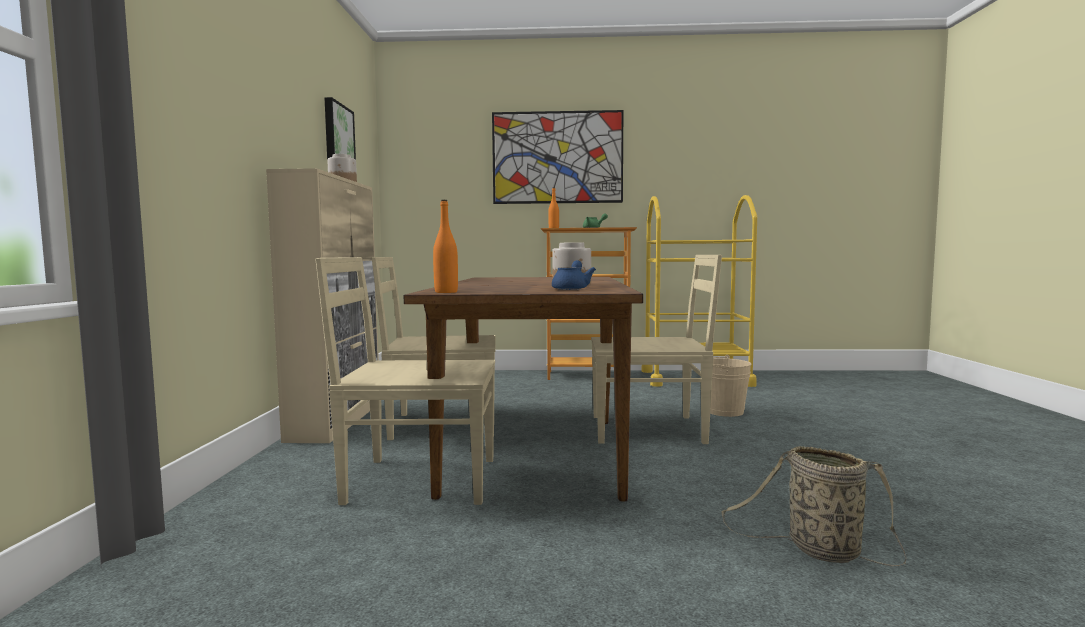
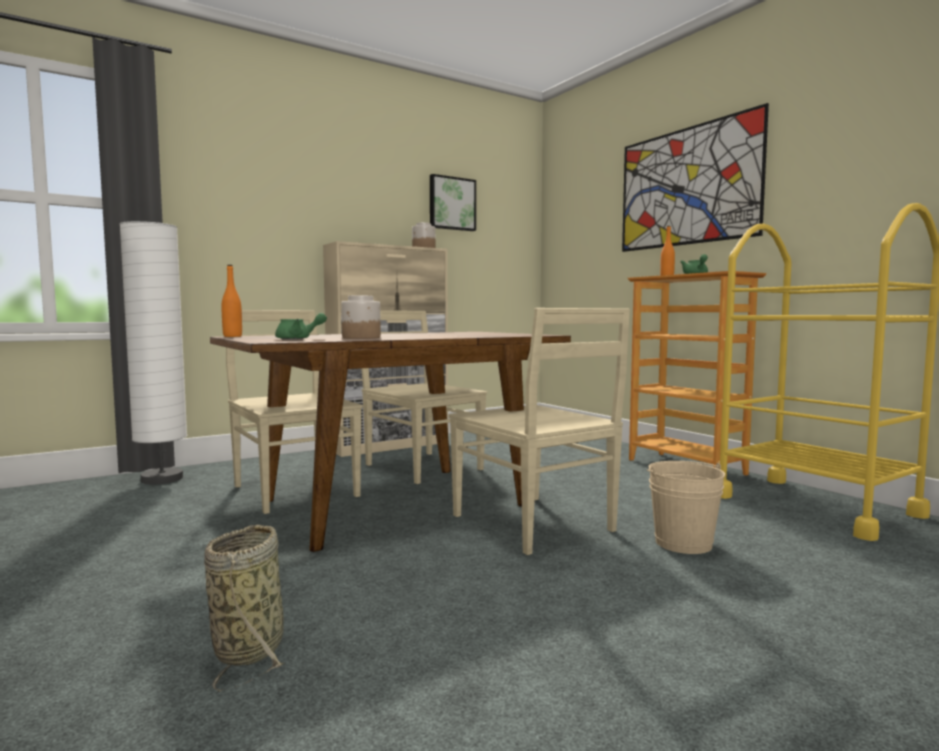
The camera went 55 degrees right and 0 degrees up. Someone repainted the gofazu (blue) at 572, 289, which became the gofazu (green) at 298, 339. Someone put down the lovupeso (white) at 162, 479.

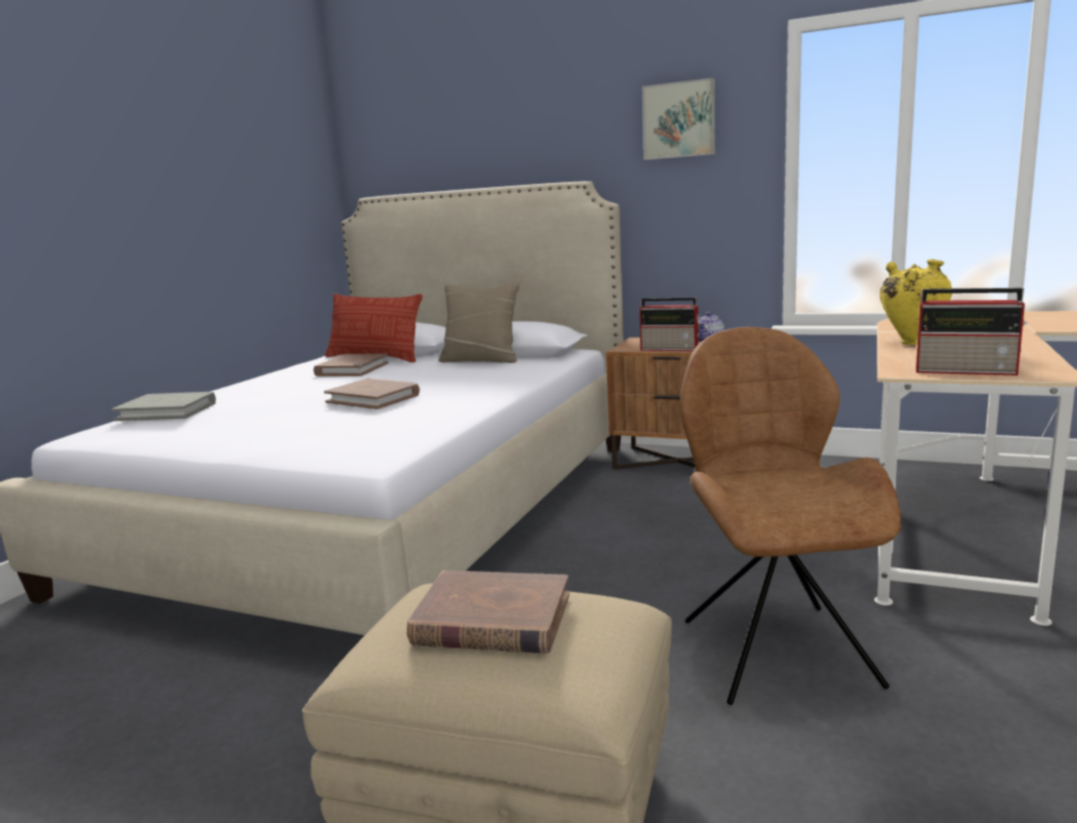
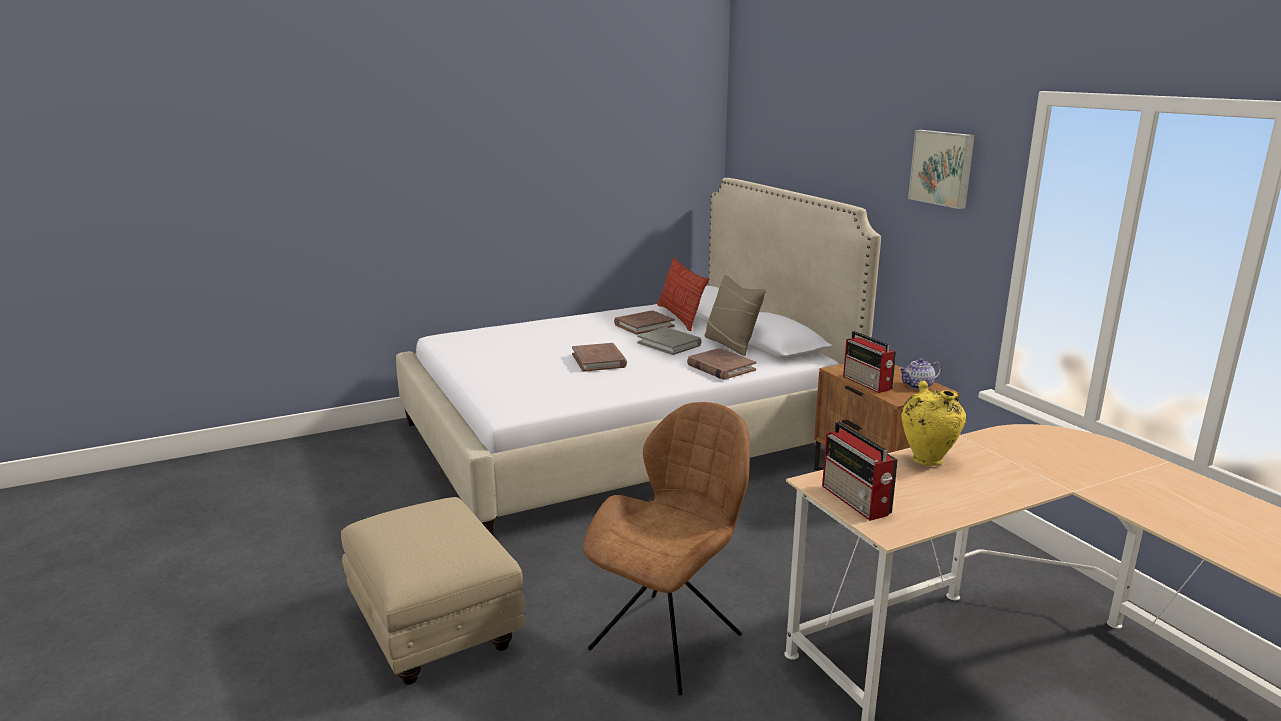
The camera went 40 degrees right and 5 degrees up. Someone carried the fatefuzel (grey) from 167, 411 to 669, 344. Someone carried the fatefuzel (brown) from 492, 619 to 720, 367.

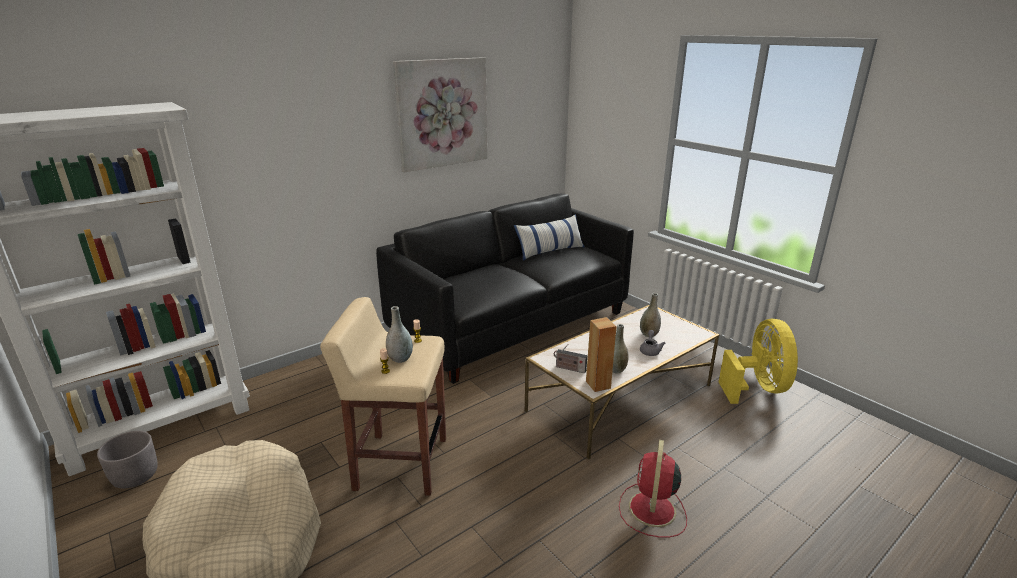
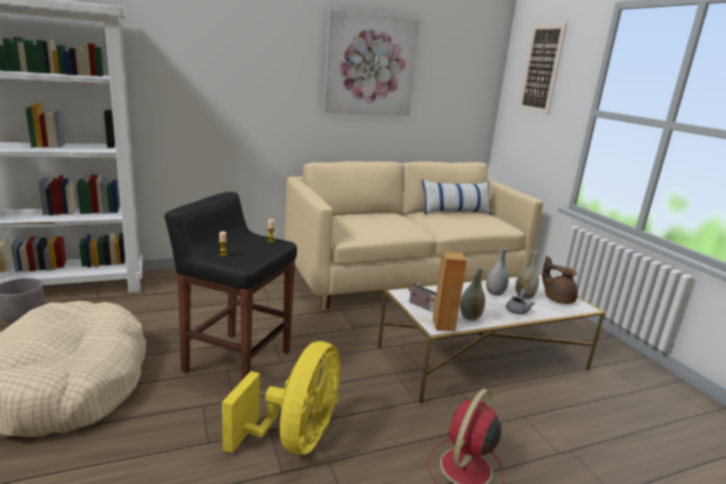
The camera went 15 degrees right and 5 degrees down. Someone repainted the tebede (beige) at 400, 463, which became the tebede (black) at 236, 360. Someone repainted the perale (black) at 511, 324, which became the perale (beige) at 404, 276. Someone carried the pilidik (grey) from 400, 359 to 495, 293. Someone carried the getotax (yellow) from 757, 388 to 295, 439. Someone put up the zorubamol at 541, 68. Someone put down the gofazu (brown) at 557, 299.

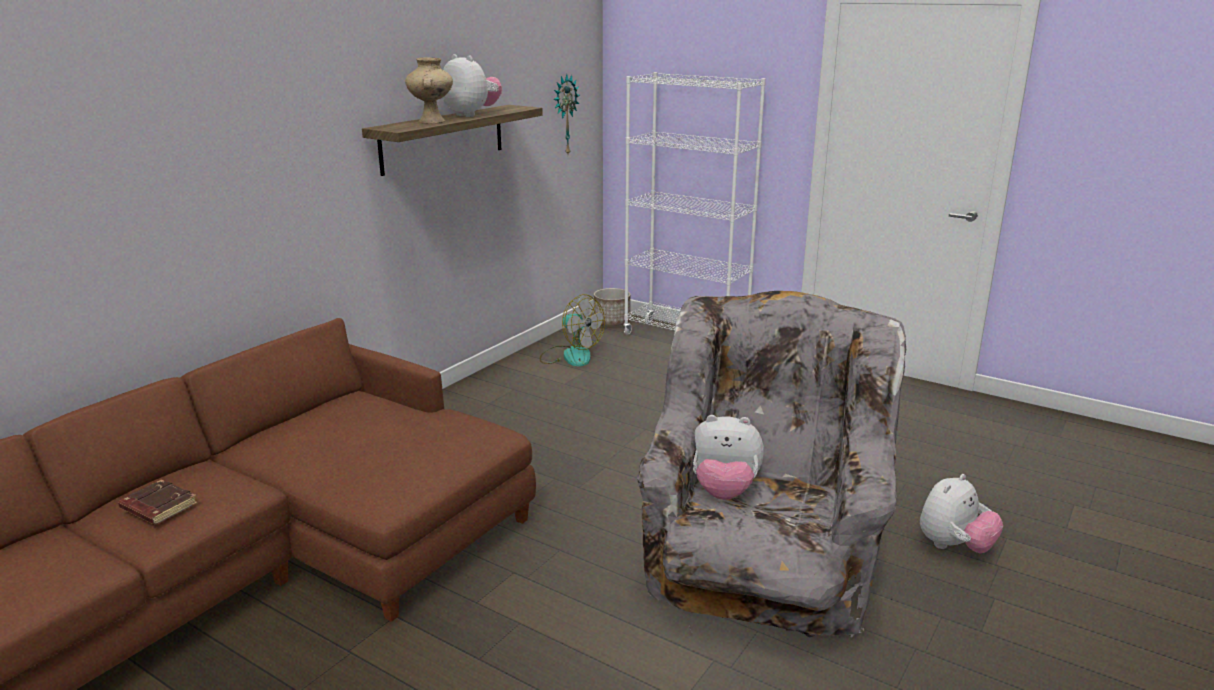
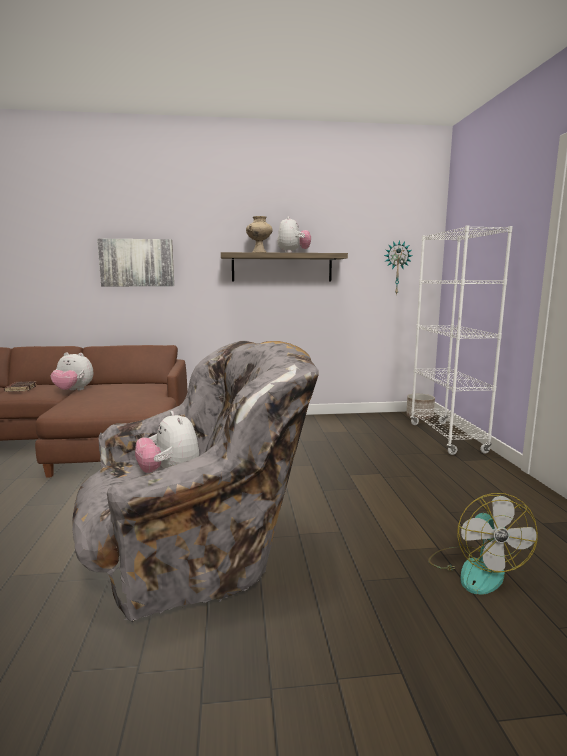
The camera went 50 degrees right and 10 degrees down. Someone carried the getotax from 570, 355 to 475, 569. Someone carried the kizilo from 954, 547 to 73, 391. Someone put up the zorubamol at 137, 263.

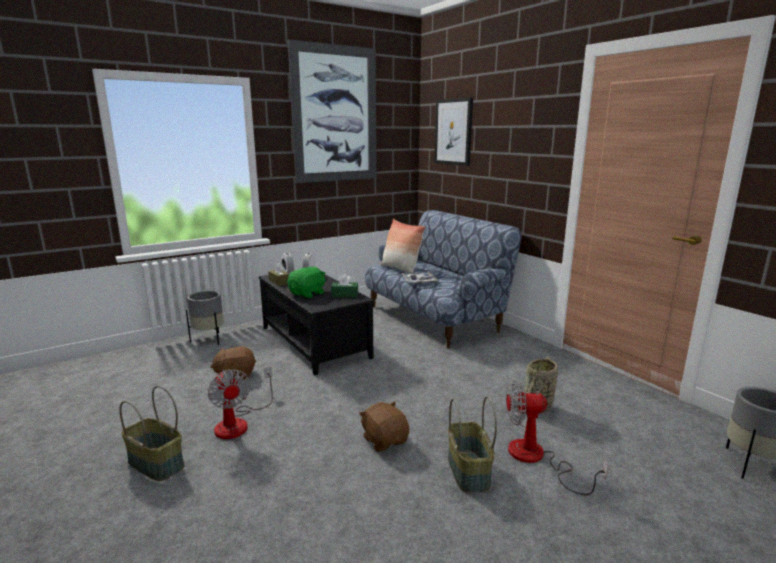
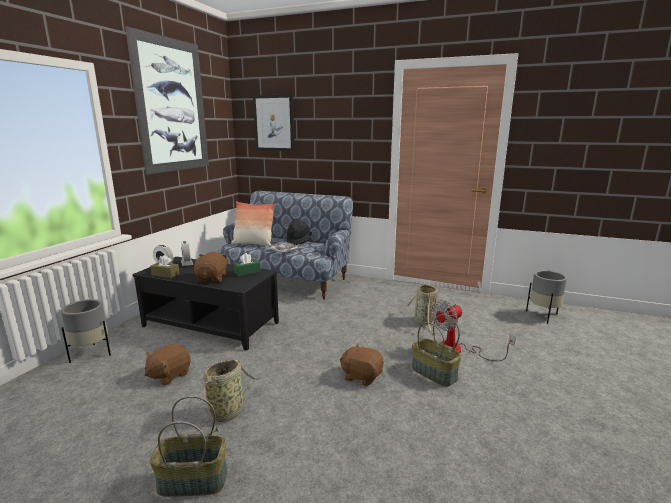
The camera went 35 degrees left and 0 degrees up. Someone swapped the getotax at 239, 422 for the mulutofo at 228, 412. Someone repainted the kizilo (green) at 308, 294, which became the kizilo (brown) at 212, 278. Someone put down the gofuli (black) at 298, 241.

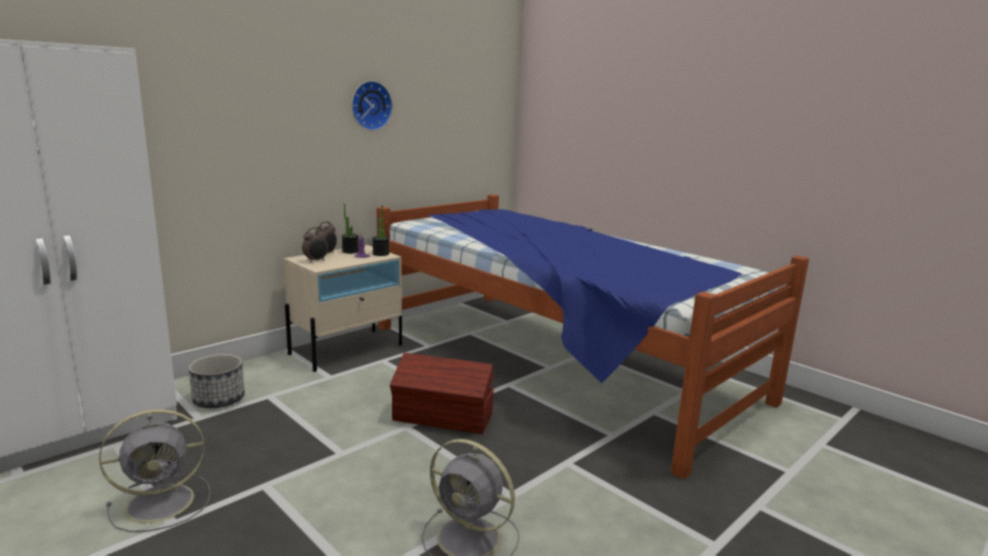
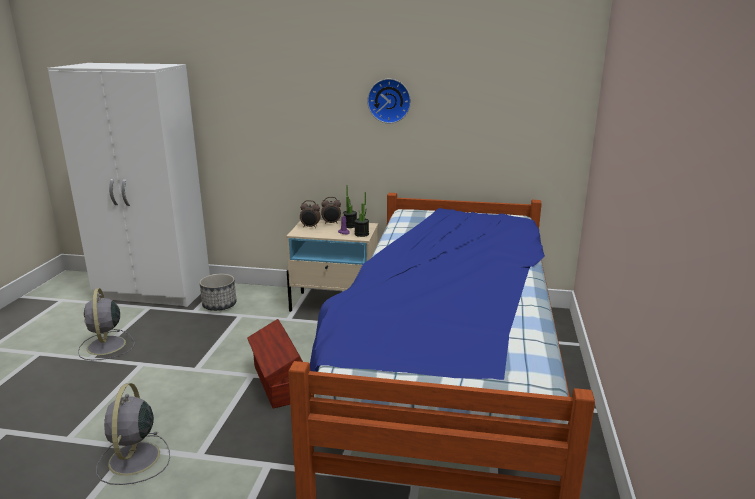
The camera went 55 degrees right and 5 degrees up. Someone rotated the getotax (grey) at 163, 502 by 45 degrees clockwise.

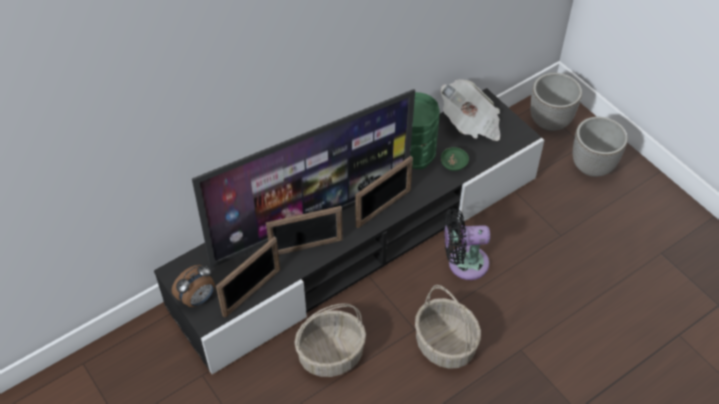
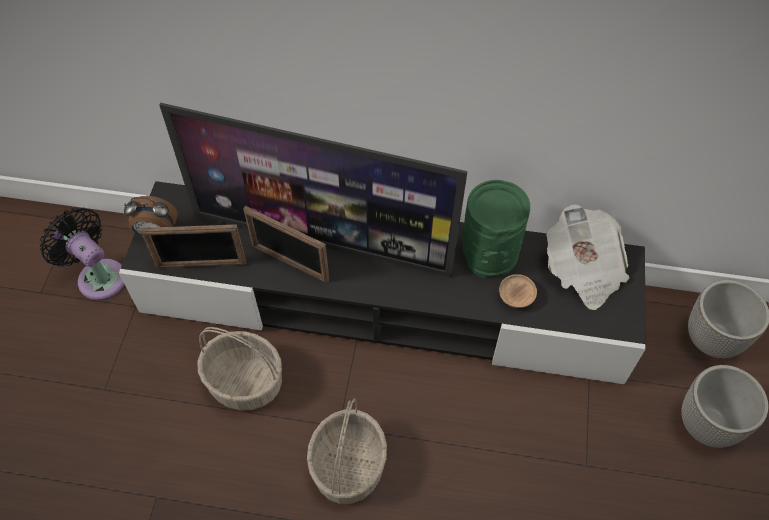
The camera went 45 degrees right and 5 degrees up. Someone took away the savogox at 383, 208. Someone repainted the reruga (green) at 453, 164, which became the reruga (brown) at 516, 297. Someone carried the getotax (black) from 463, 263 to 98, 276.

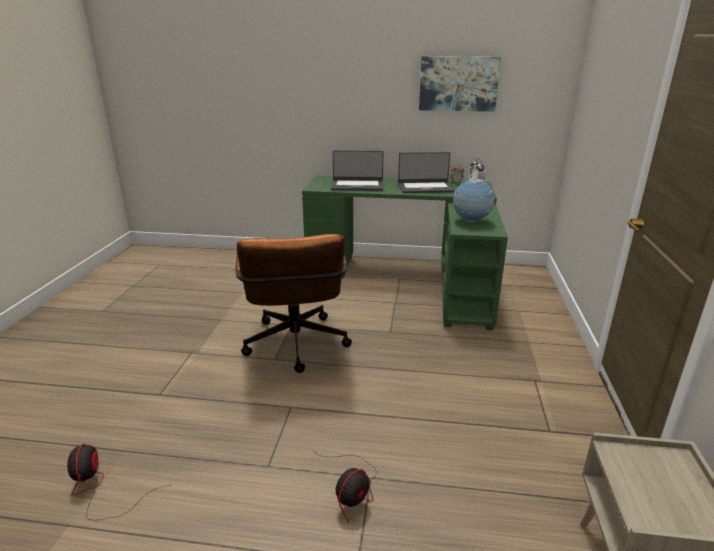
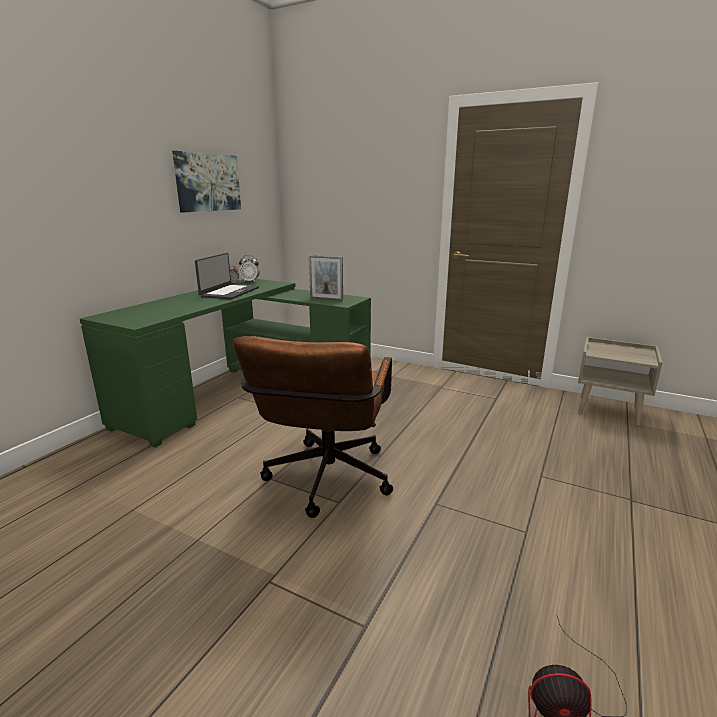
The camera went 70 degrees left and 5 degrees down. Someone rotated the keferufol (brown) at 296, 348 by 90 degrees clockwise. Someone took away the getotax at 351, 490. Someone took away the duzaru at 357, 185. Someone swapped the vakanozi at 471, 221 for the savogox at 326, 299.

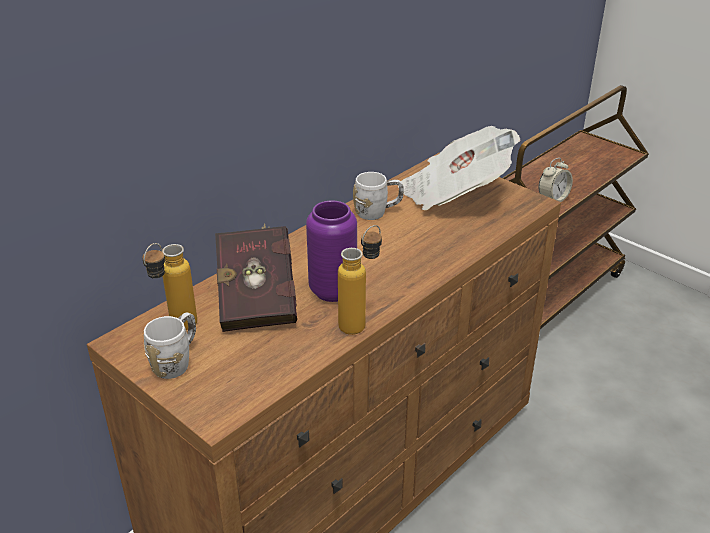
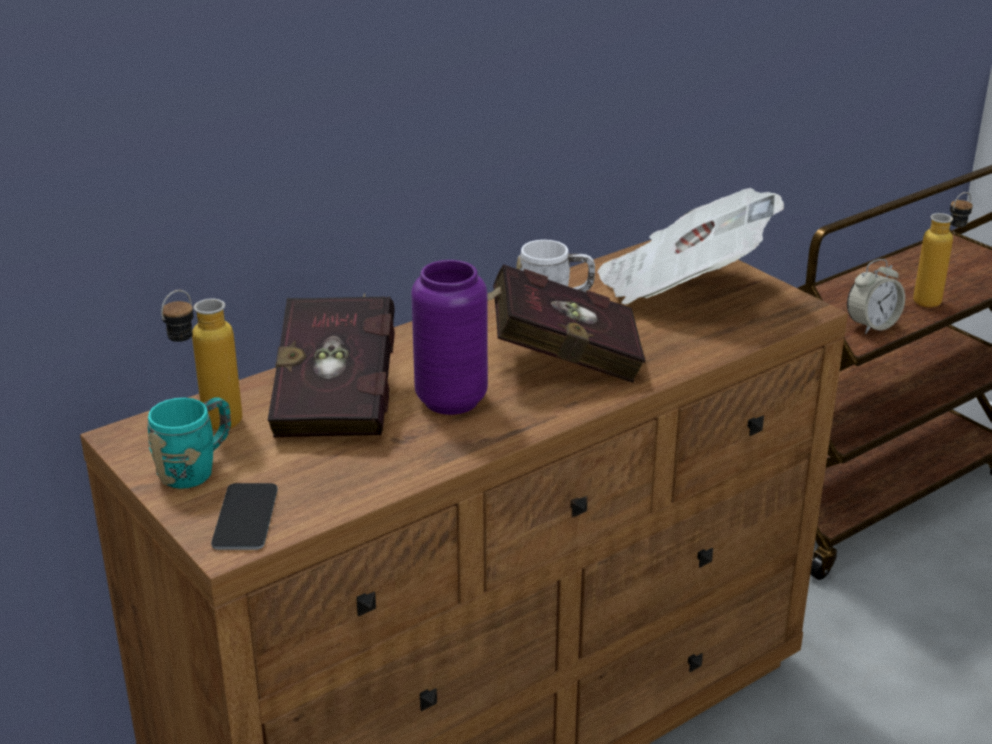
The camera went 10 degrees right and 5 degrees down. Someone repainted the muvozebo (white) at 176, 361, which became the muvozebo (turquoise) at 196, 468. Someone carried the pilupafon from 360, 322 to 935, 299. Someone put down the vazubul at 245, 517. Someone put down the fatefuzel (red) at 558, 358.

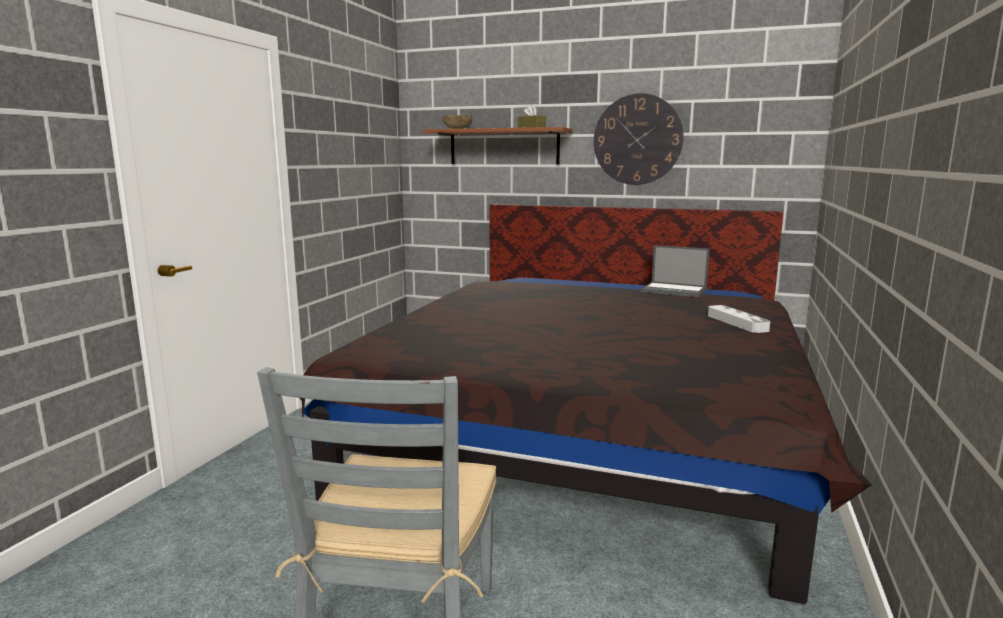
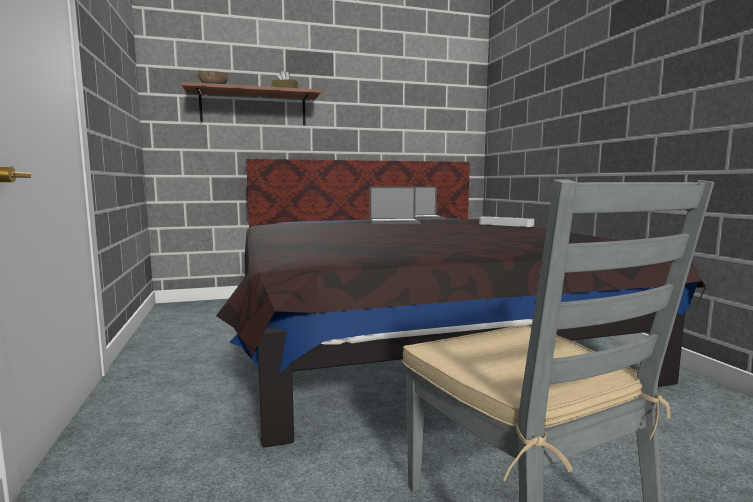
The camera went 35 degrees left and 5 degrees down. Someone took away the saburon at 637, 139. Someone put down the duzaru at 395, 222.

